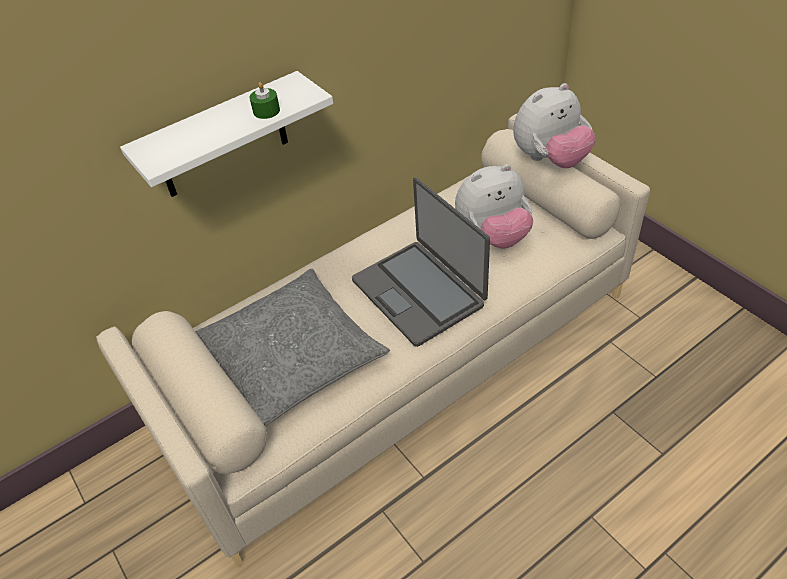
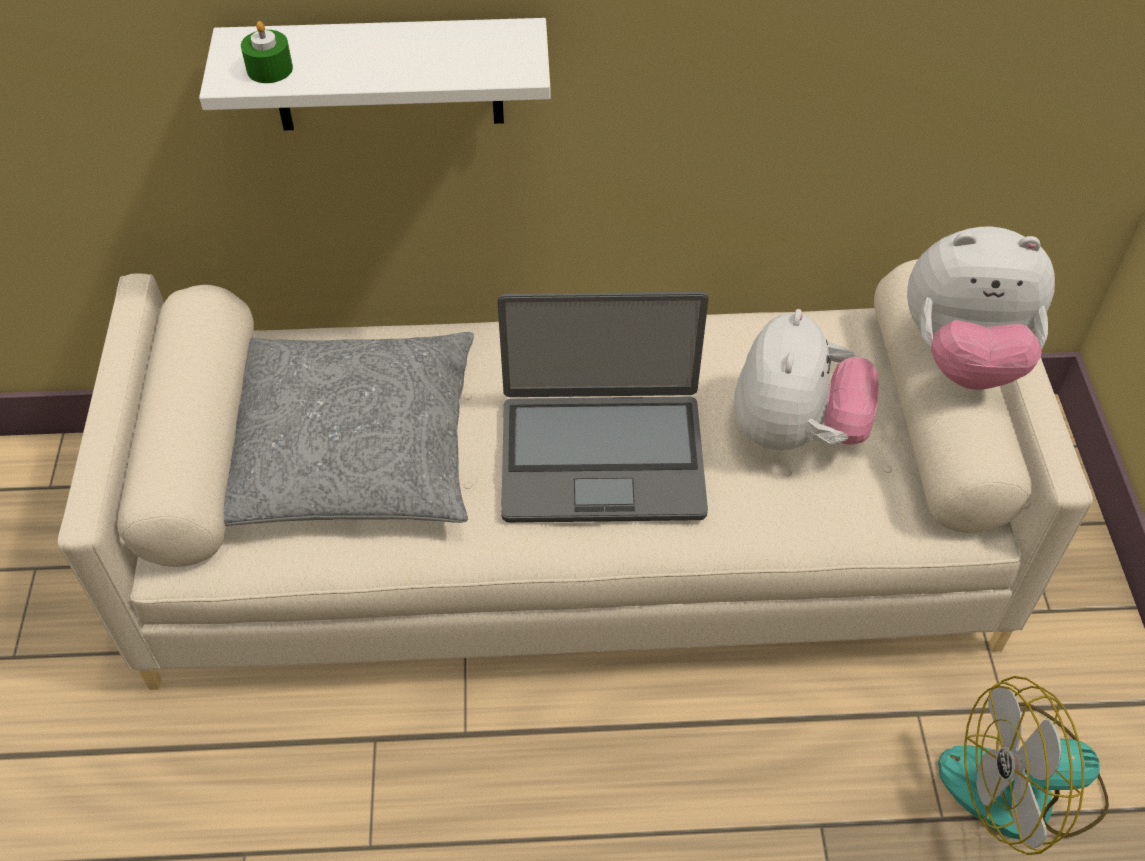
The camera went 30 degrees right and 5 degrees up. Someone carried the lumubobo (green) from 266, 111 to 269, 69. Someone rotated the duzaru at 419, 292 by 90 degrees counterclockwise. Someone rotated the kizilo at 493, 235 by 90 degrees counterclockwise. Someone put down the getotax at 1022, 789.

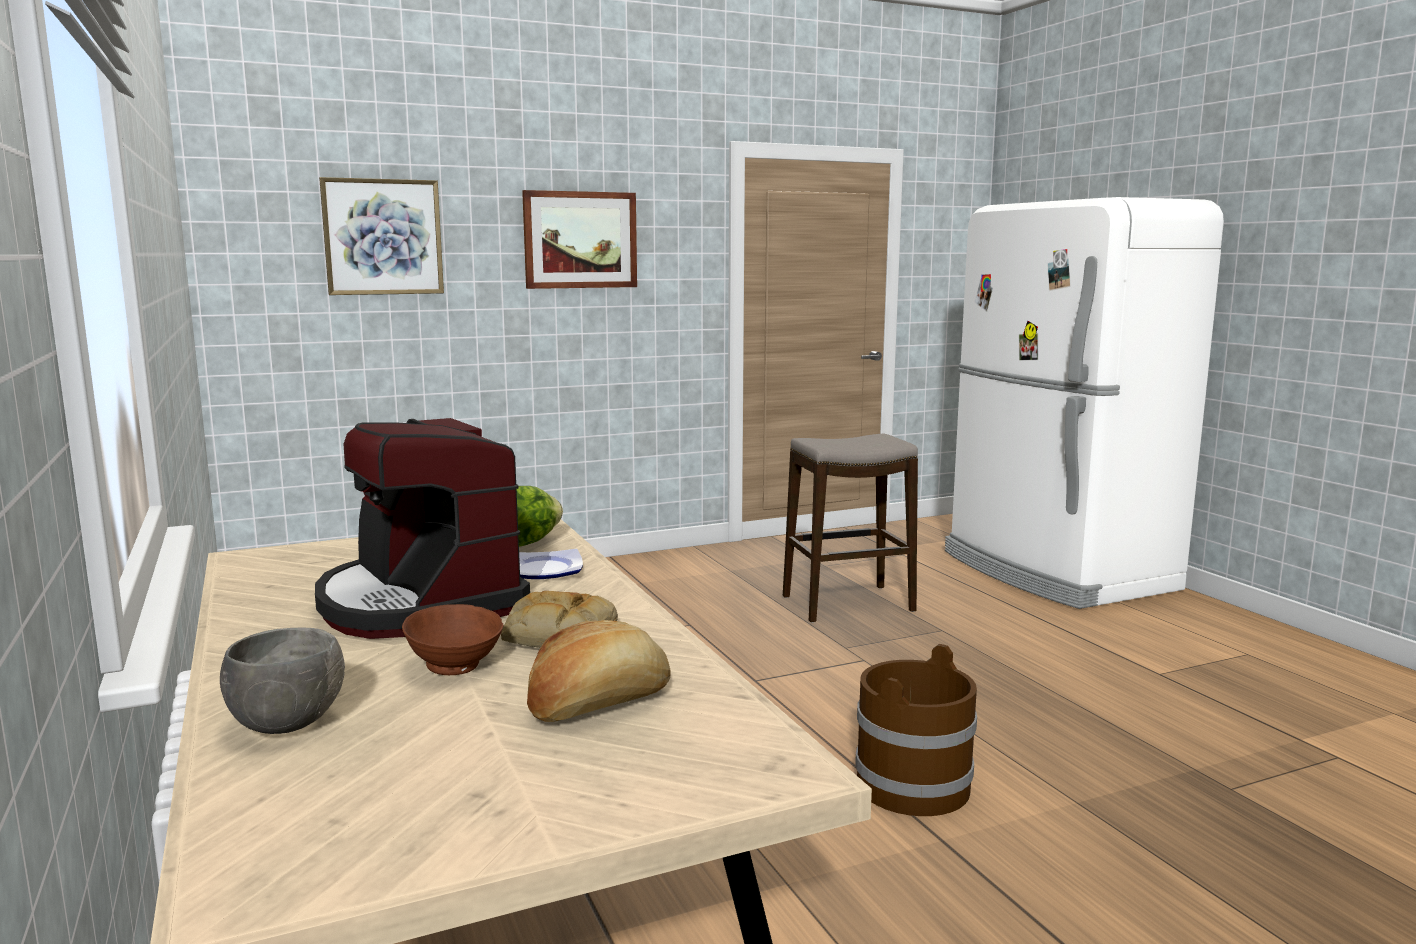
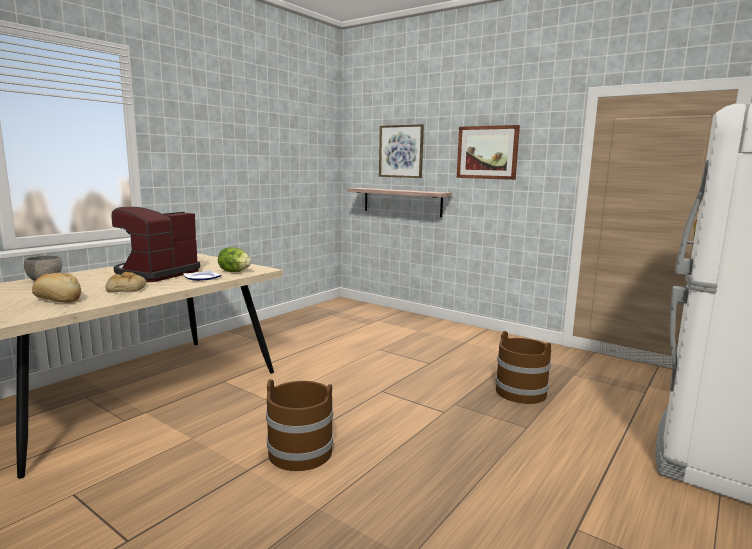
The camera went 60 degrees right and 0 degrees up. Someone took away the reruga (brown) at 454, 667. Someone swapped the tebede at 847, 604 for the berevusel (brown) at 521, 392. Someone put up the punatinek at 402, 202.

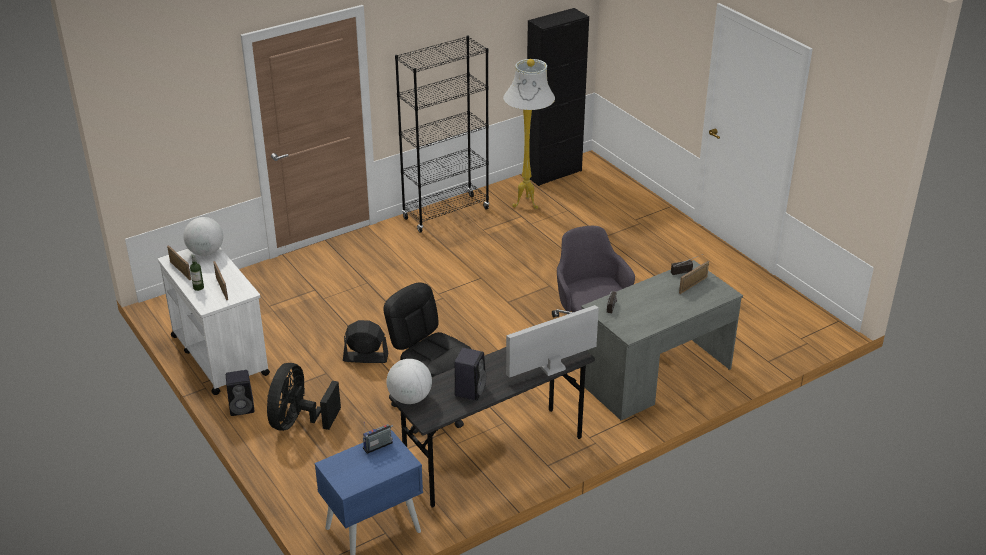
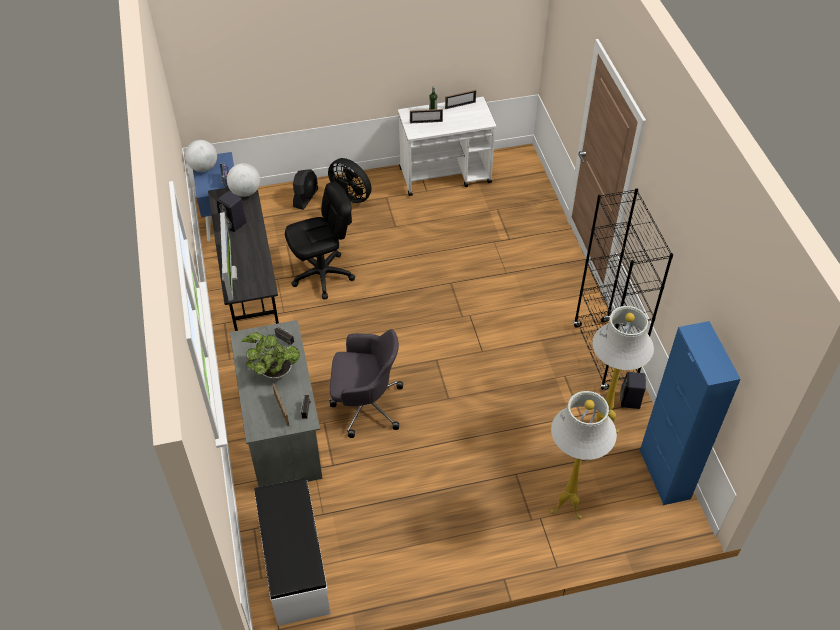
The camera went 110 degrees right and 15 degrees up. Someone carried the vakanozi from 205, 252 to 203, 167. Someone carried the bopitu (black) from 243, 407 to 630, 400. Someone carried the getotax (black) from 365, 357 to 306, 197. Someone repainted the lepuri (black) at 553, 173, which became the lepuri (blue) at 664, 474. Someone put down the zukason at 274, 371. Someone put down the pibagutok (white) at 294, 565. Someone put down the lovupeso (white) at 566, 509.

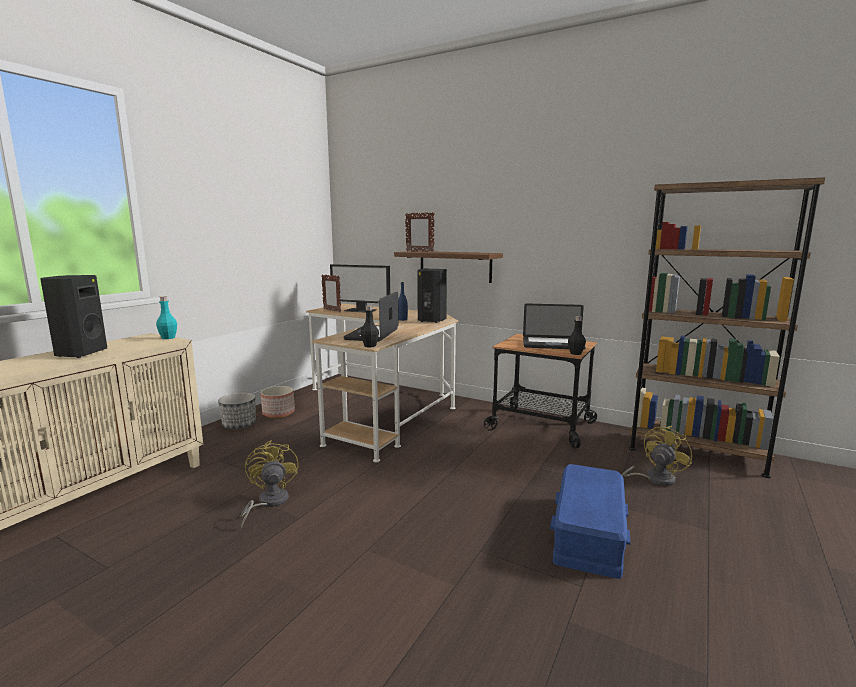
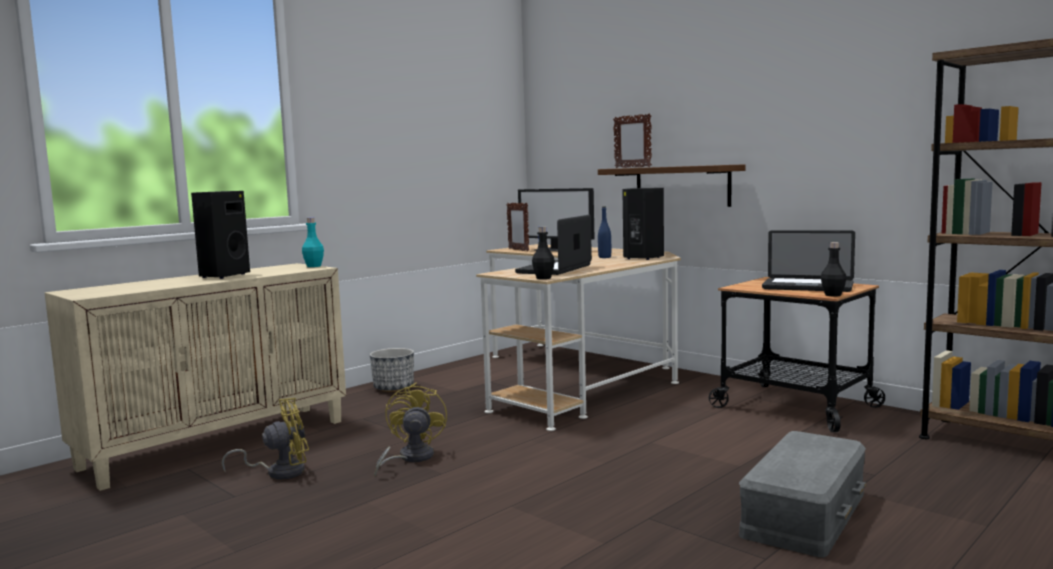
The camera went 15 degrees right and 5 degrees down. Someone took away the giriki at 278, 413. Someone repainted the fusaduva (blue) at 590, 533, which became the fusaduva (grey) at 806, 514. Someone carried the getotax (yellow) from 654, 479 to 279, 472.

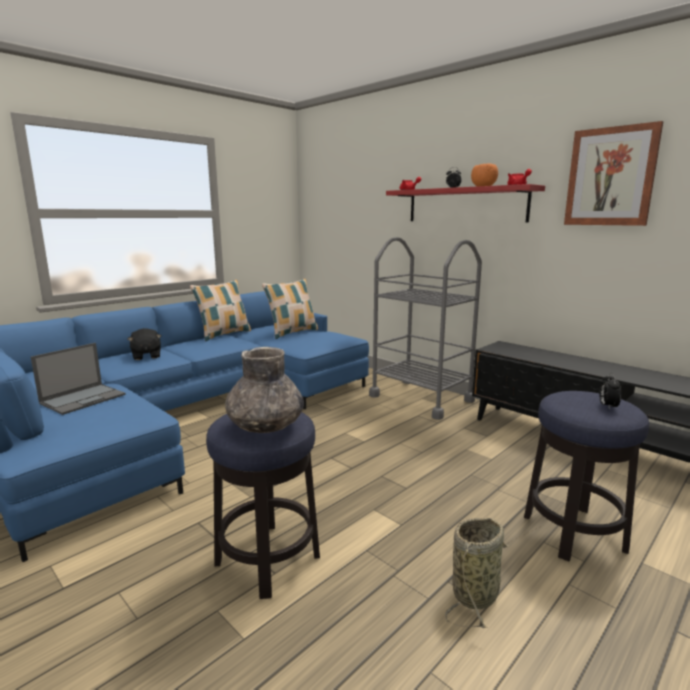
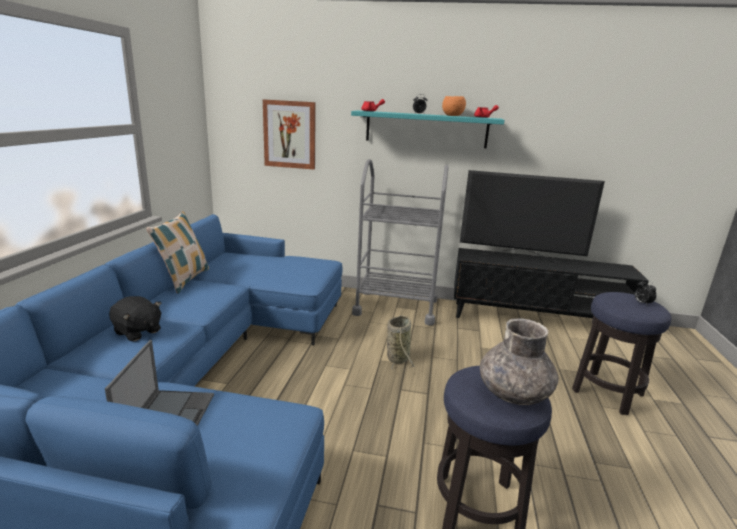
The camera went 35 degrees left and 5 degrees up. Someone took away the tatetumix at 292, 333. Someone repainted the punatinek (red) at 465, 205, which became the punatinek (turquoise) at 426, 129. Someone carried the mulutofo from 476, 593 to 398, 357. Someone carried the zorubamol from 610, 177 to 289, 134. Someone put down the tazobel at 520, 257.

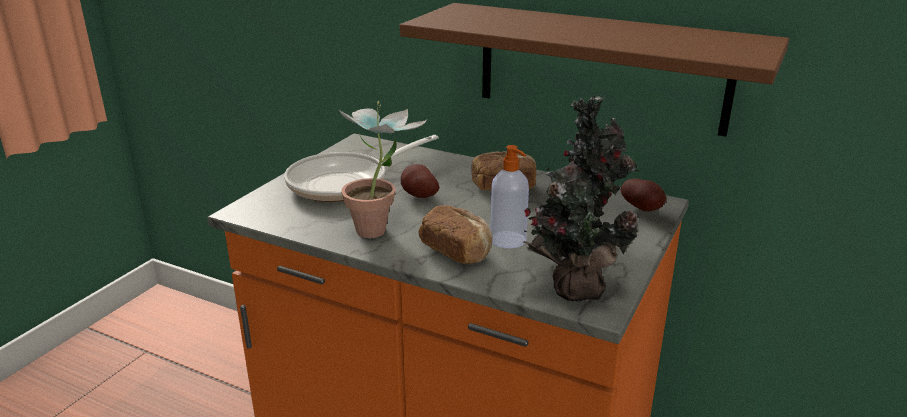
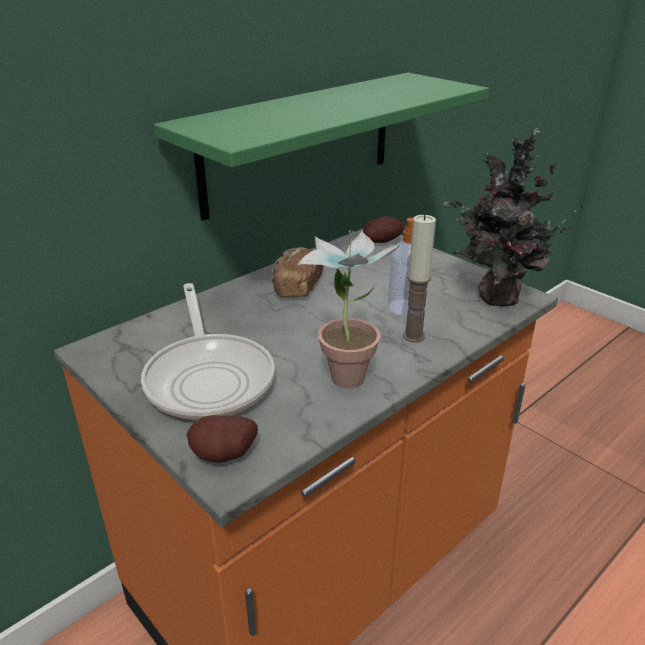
The camera went 70 degrees left and 5 degrees up. Someone repainted the punatinek (brown) at 601, 67, which became the punatinek (green) at 300, 142. Someone carried the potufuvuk from 418, 196 to 224, 457. Someone swapped the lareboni at 457, 250 for the lumubobo at 413, 336.

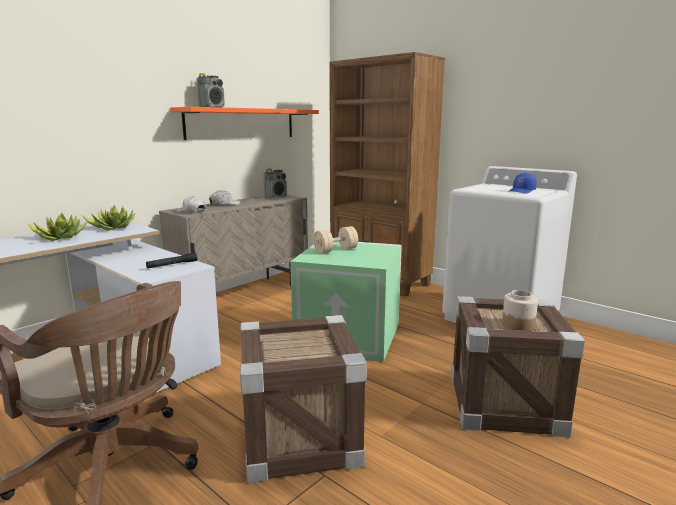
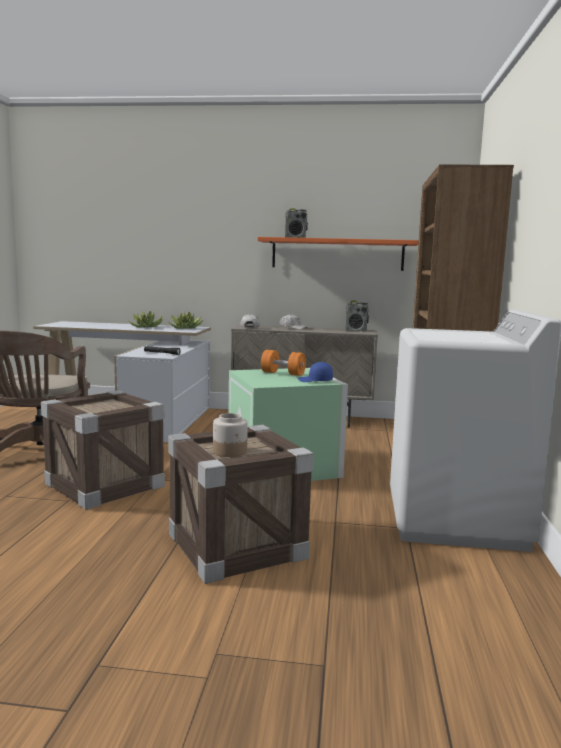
The camera went 55 degrees right and 5 degrees down. Someone repainted the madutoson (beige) at 335, 250, which became the madutoson (orange) at 283, 373. Someone carried the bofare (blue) from 522, 191 to 315, 381.

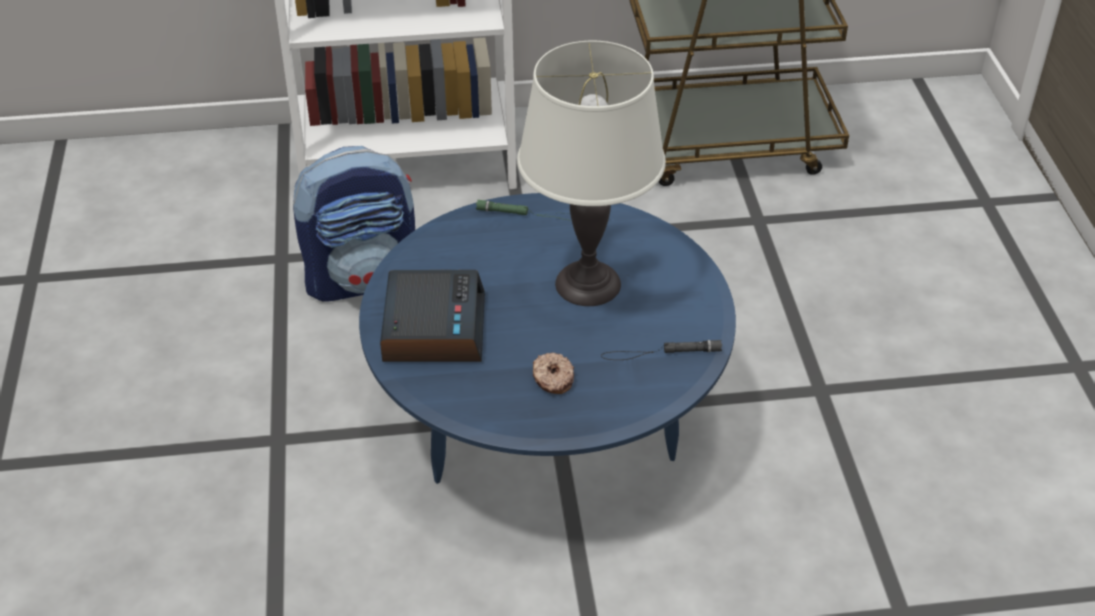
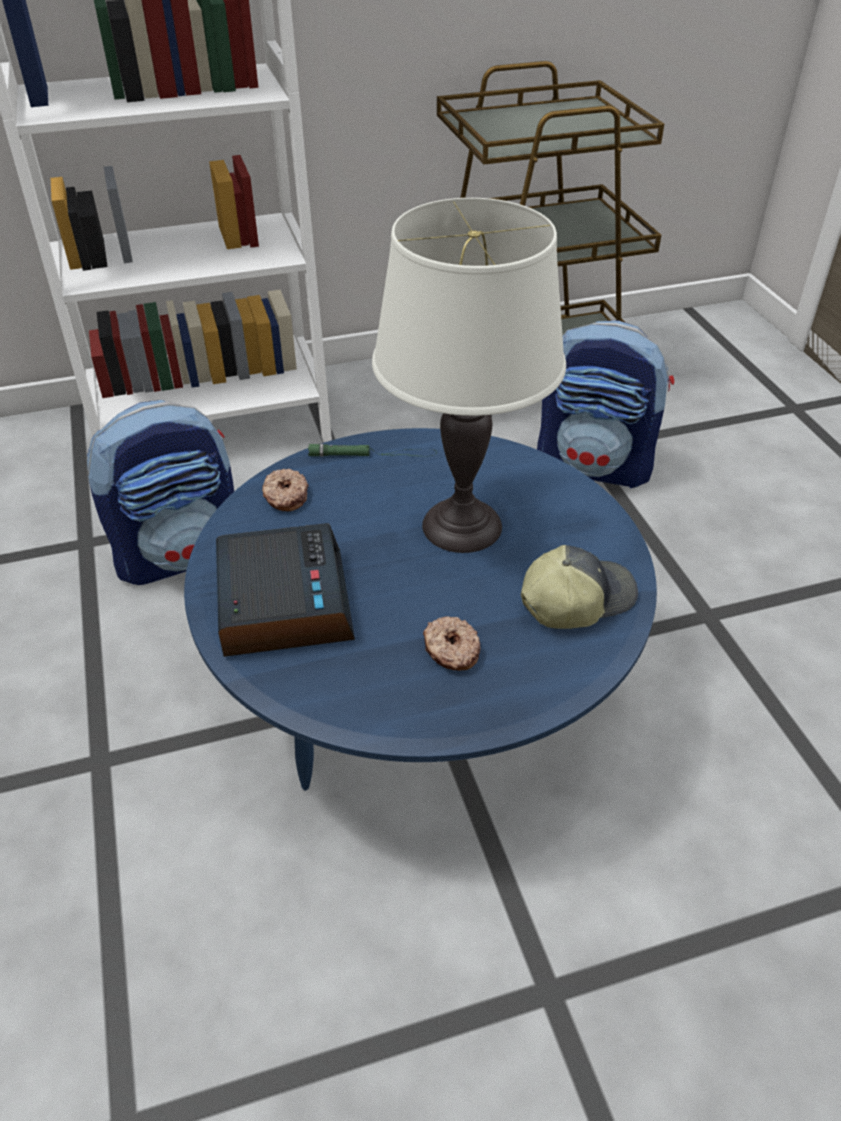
The camera went 10 degrees left and 0 degrees up. Someone swapped the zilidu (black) at 661, 353 for the bofare at 575, 599. Someone put down the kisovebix at 285, 497. Someone put down the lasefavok at 595, 465.

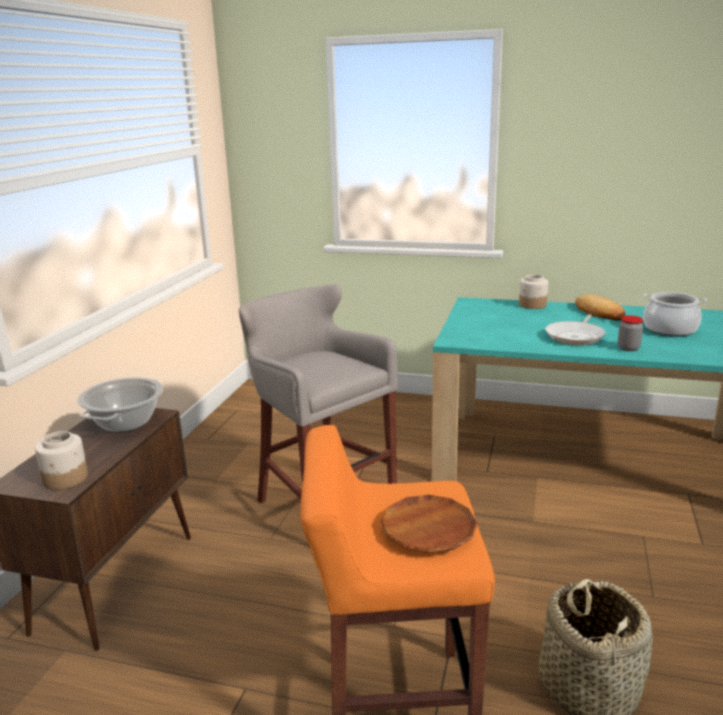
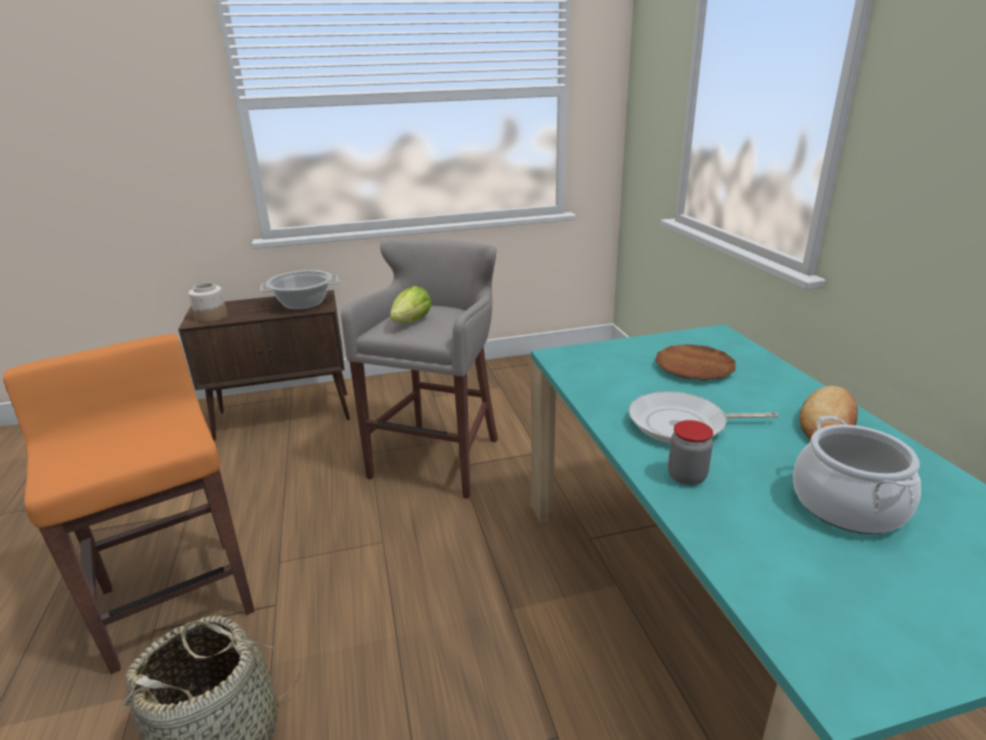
The camera went 60 degrees right and 5 degrees up. Someone carried the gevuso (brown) from 428, 529 to 694, 367. Someone took away the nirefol at 532, 305. Someone put down the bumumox at 412, 322.

